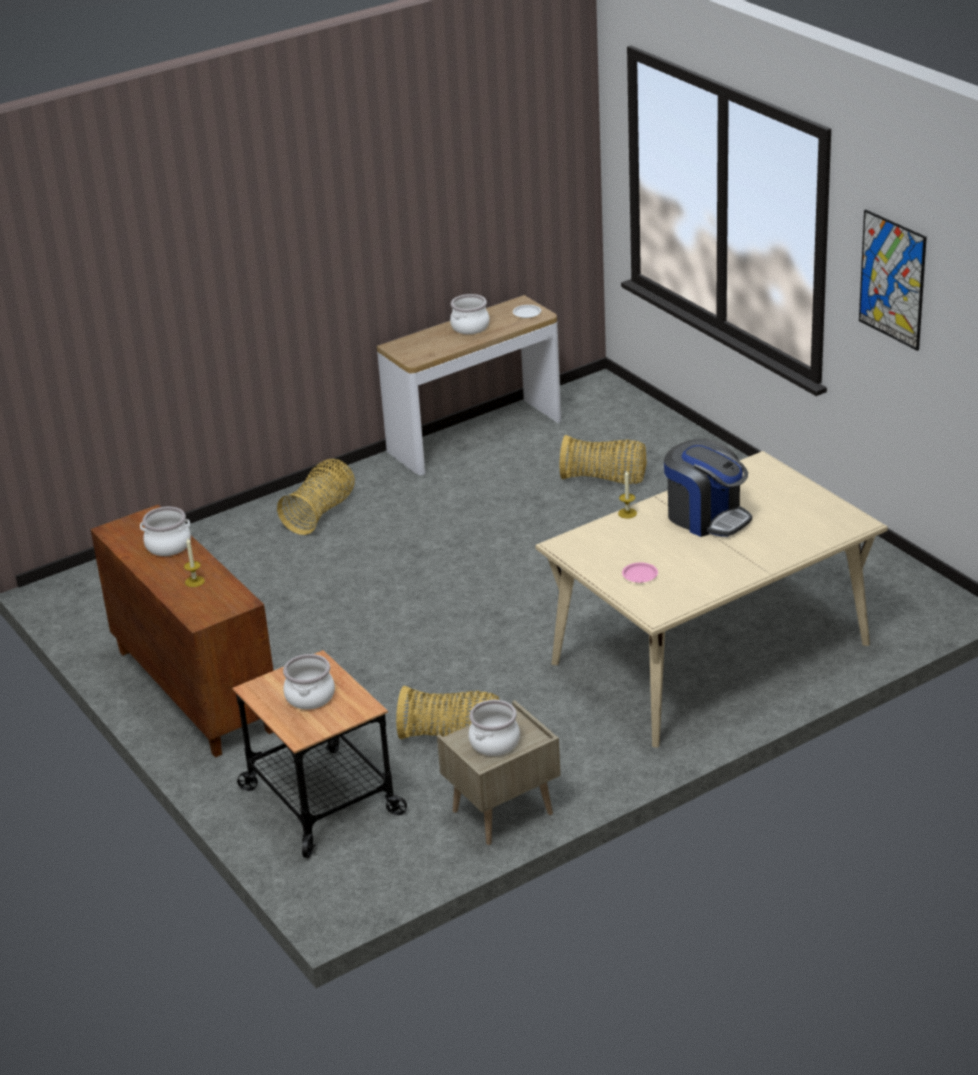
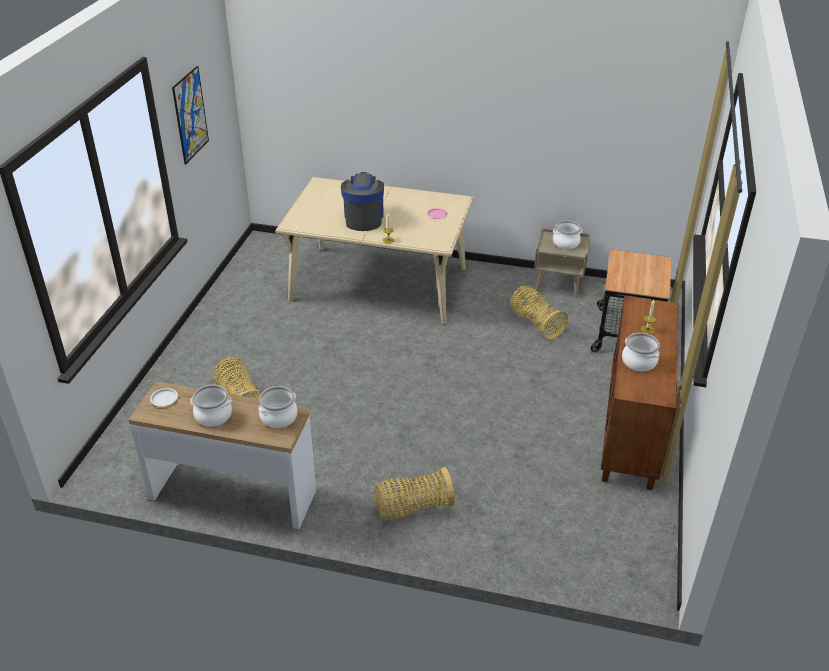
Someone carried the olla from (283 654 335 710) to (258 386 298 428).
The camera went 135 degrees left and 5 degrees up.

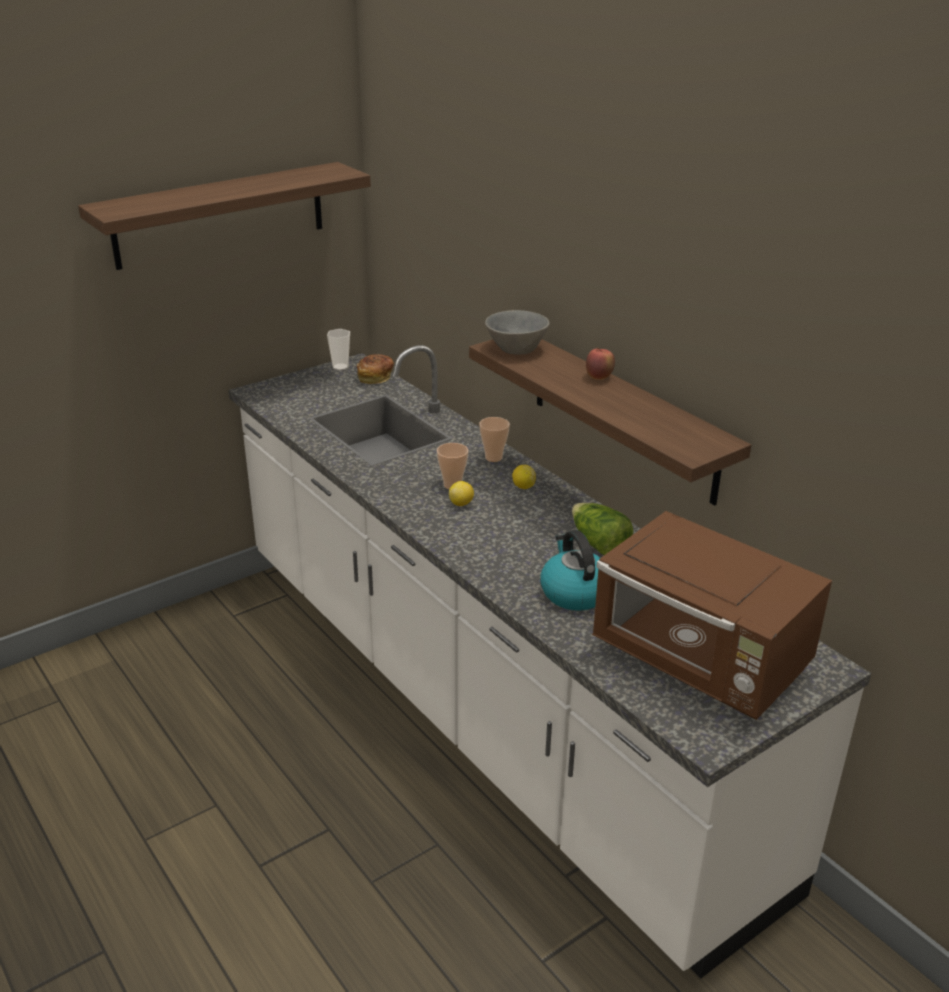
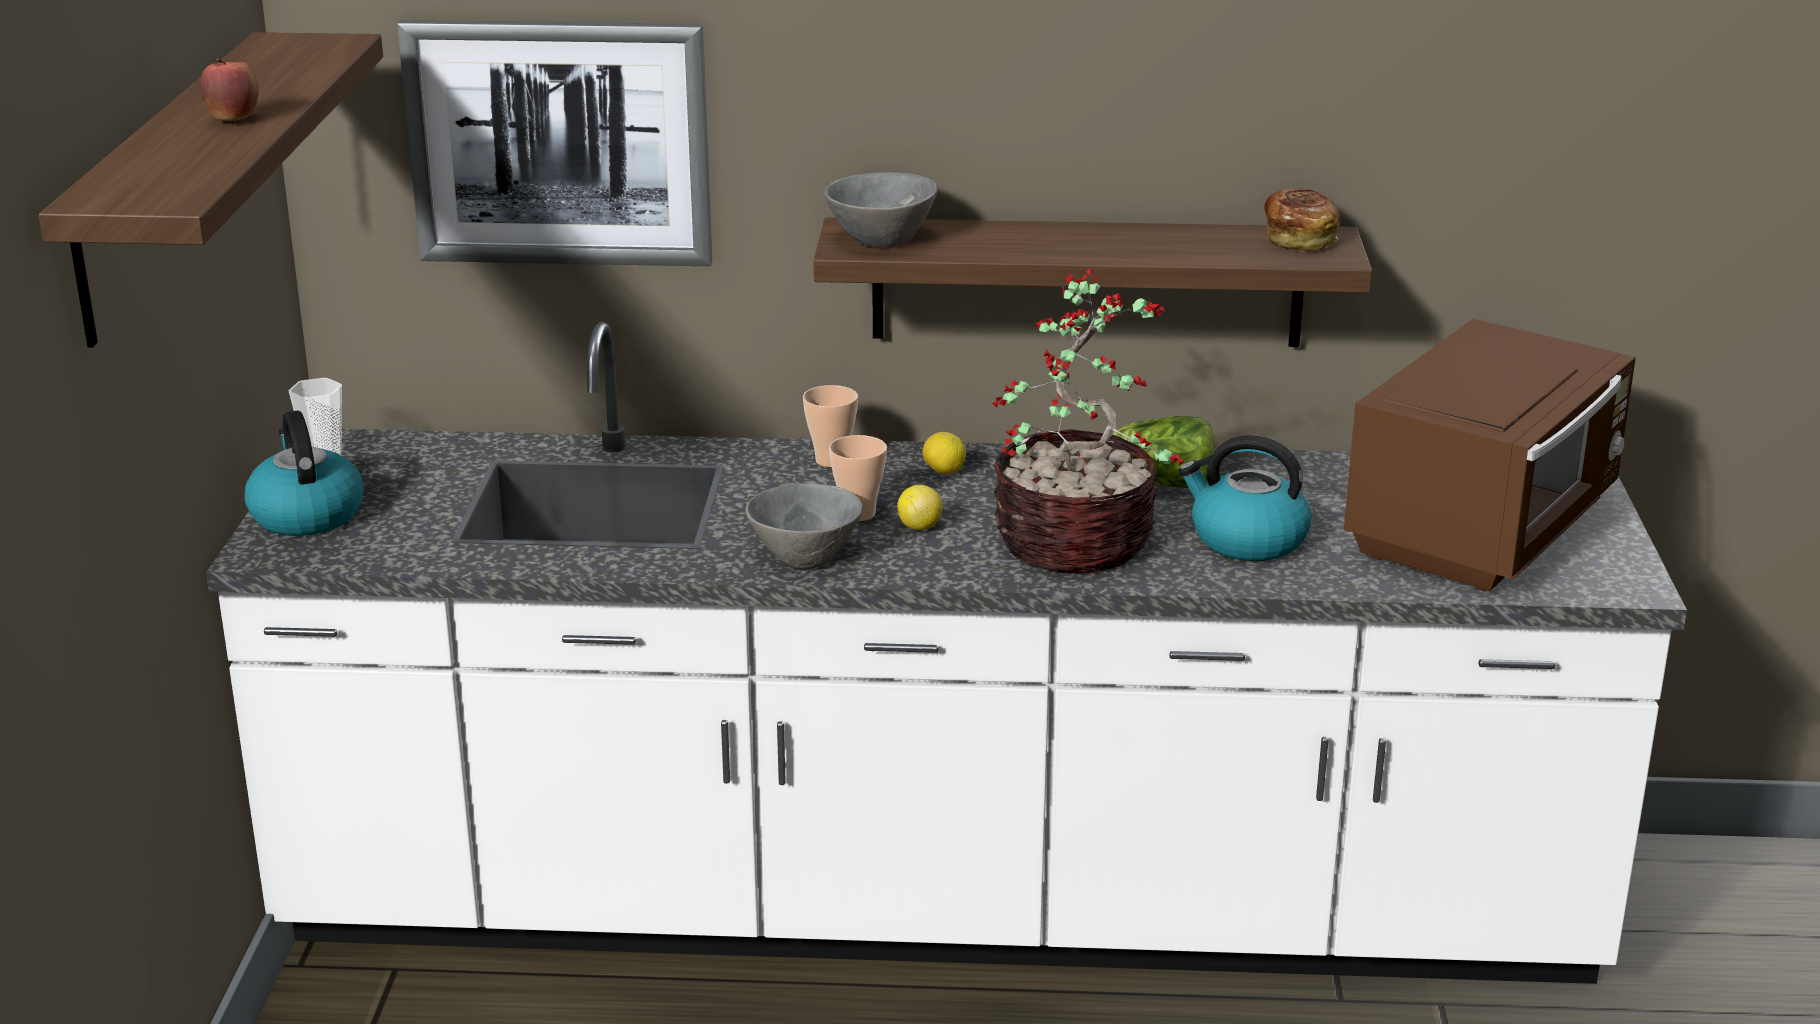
Someone carried the manzana from (586 347 615 380) to (200 58 259 121).
Someone carried the pan from (357 354 394 384) to (1264 188 1340 251).
Someone rotated the microondas (marrón) at (592 511 832 720) by 45 degrees counterclockwise.
Someone put up the cuadro at (397 20 712 266).
Someone put down the planta en maceta at (992 268 1185 574).
Someone put down the hervidor at (245 411 363 536).
Someone put down the cuenco (gris) at (746 483 863 569).
The camera went 50 degrees left and 5 degrees down.

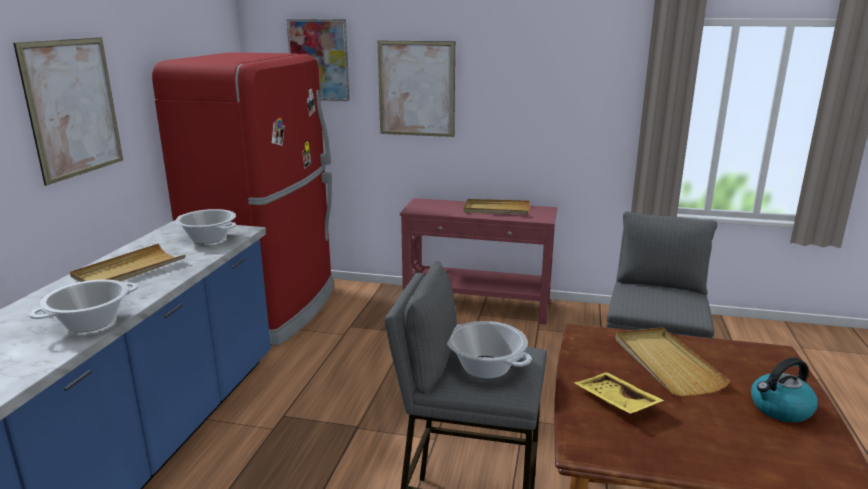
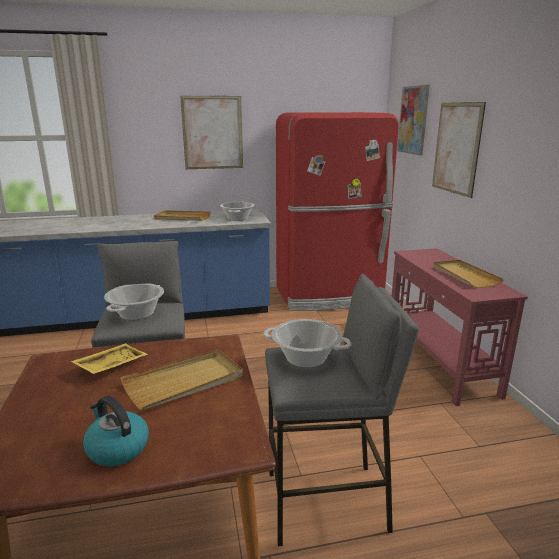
Someone carried the olla from (29 279 138 332) to (263 319 352 368).
The camera went 65 degrees right and 0 degrees up.

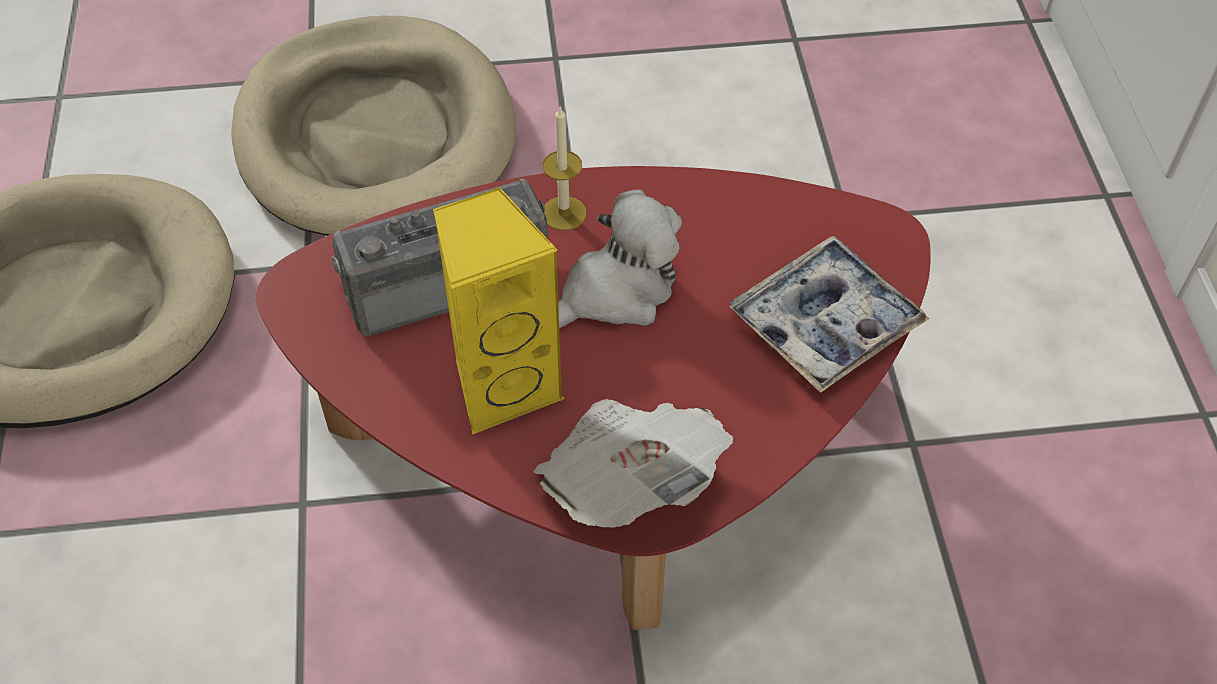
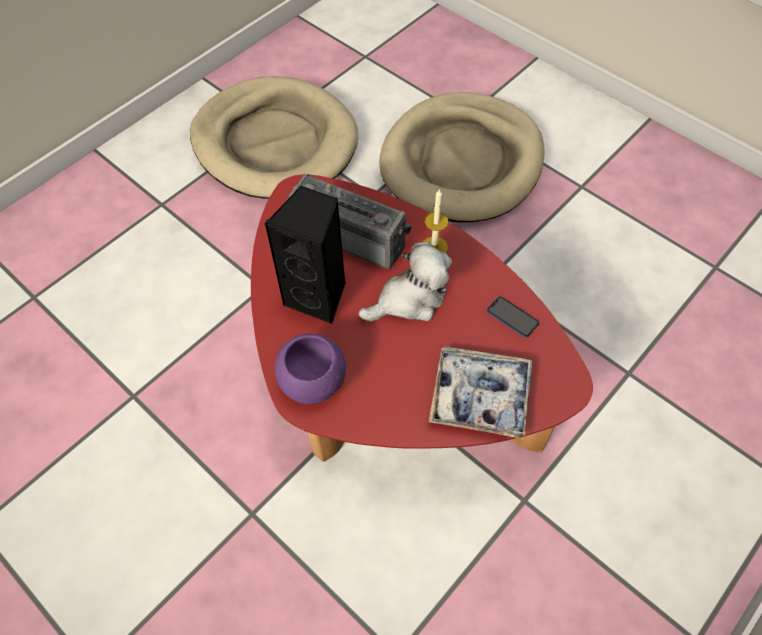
Someone repainted the altavoz (amarillo) at (433 187 564 434), which became the altavoz (negro) at (264 186 346 324).
Someone rotated the peluche at (558 189 682 328) by 45 degrees counterclockwise.
Someone swapped the periódico at (533 399 733 528) for the cuenco (morado) at (275 334 346 404).
Someone put down the móvil at (487 297 539 338).
The camera went 50 degrees right and 5 degrees up.

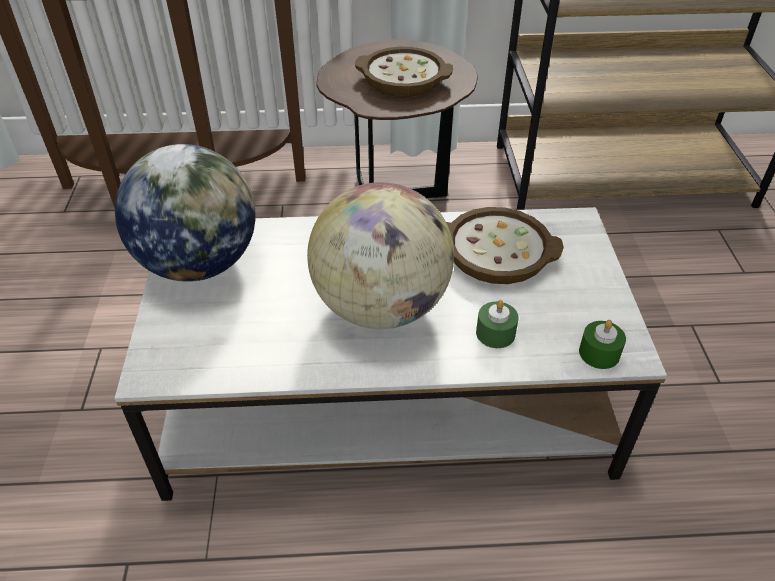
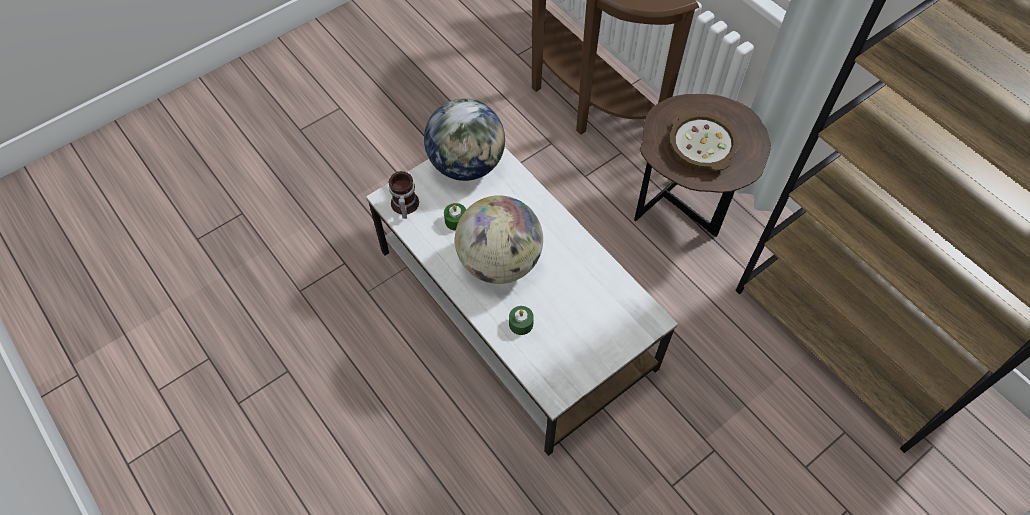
Someone took away the cuenco at (446 207 564 284).
Someone carried the vela (verde) from (579 320 626 369) to (444 203 466 230).
Someone put down the taza grande at (388 171 419 219).
The camera went 55 degrees right and 15 degrees up.

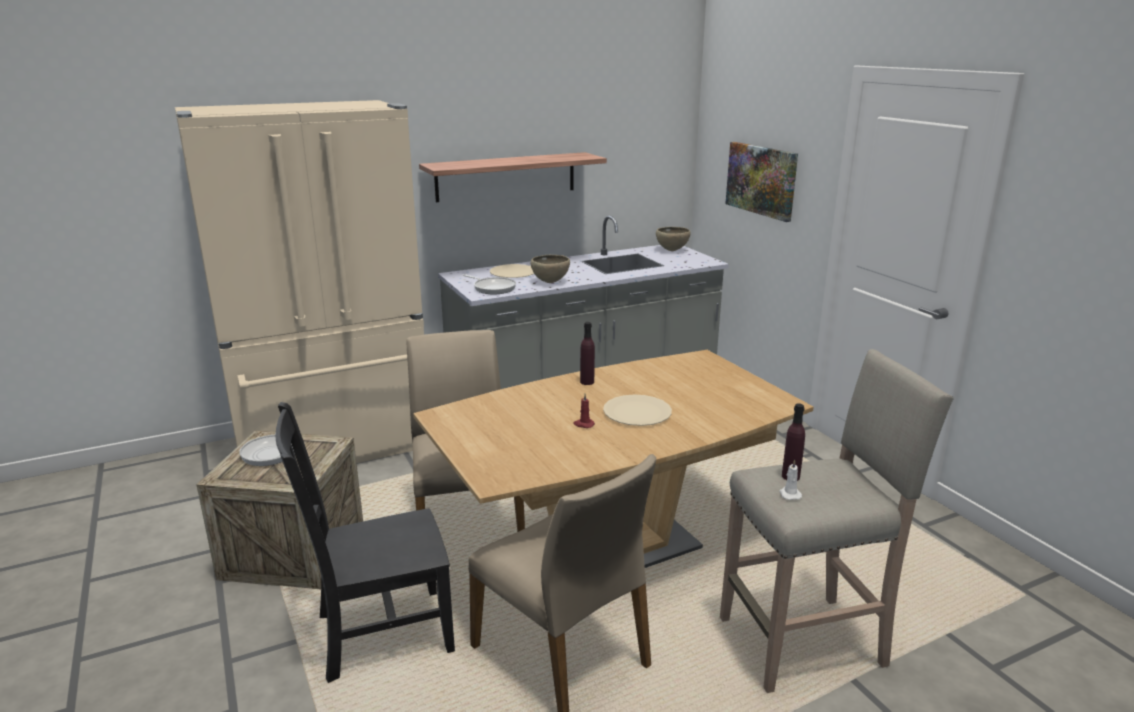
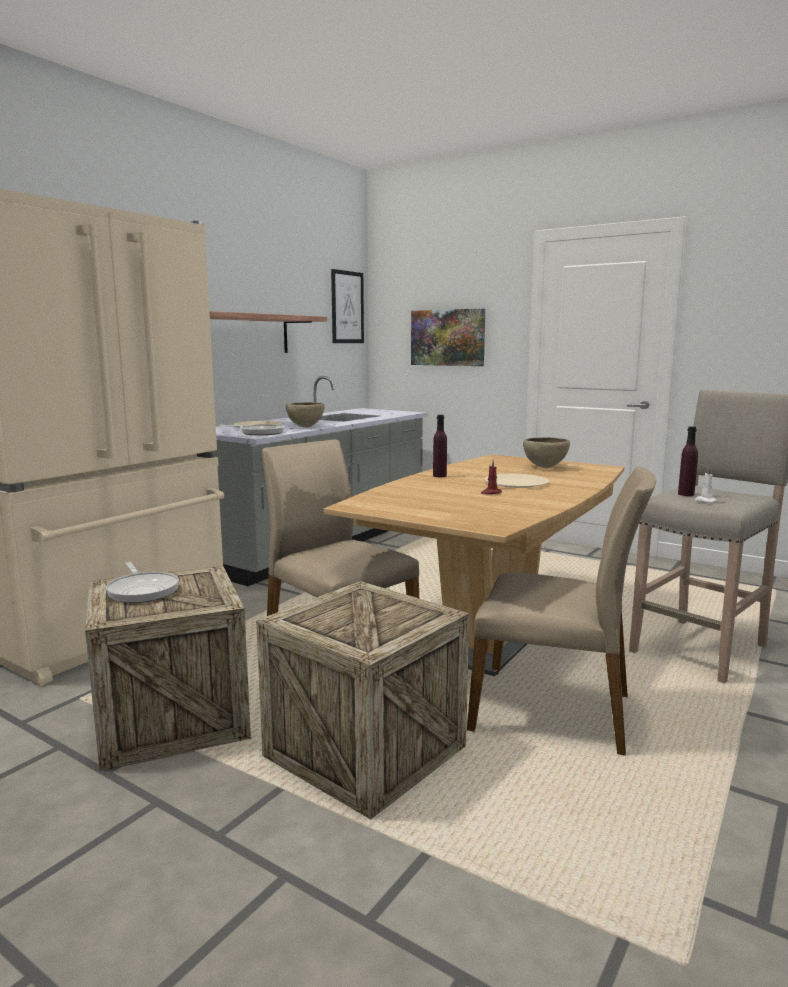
Someone carried the cuenco (marrón) from (656 227 691 251) to (523 437 570 468).
Someone swapped the silla (negro) at (275 402 455 683) for the caja de embalaje at (256 581 469 819).
Someone put up the cuadro at (331 269 364 343).
The camera went 30 degrees left and 10 degrees down.

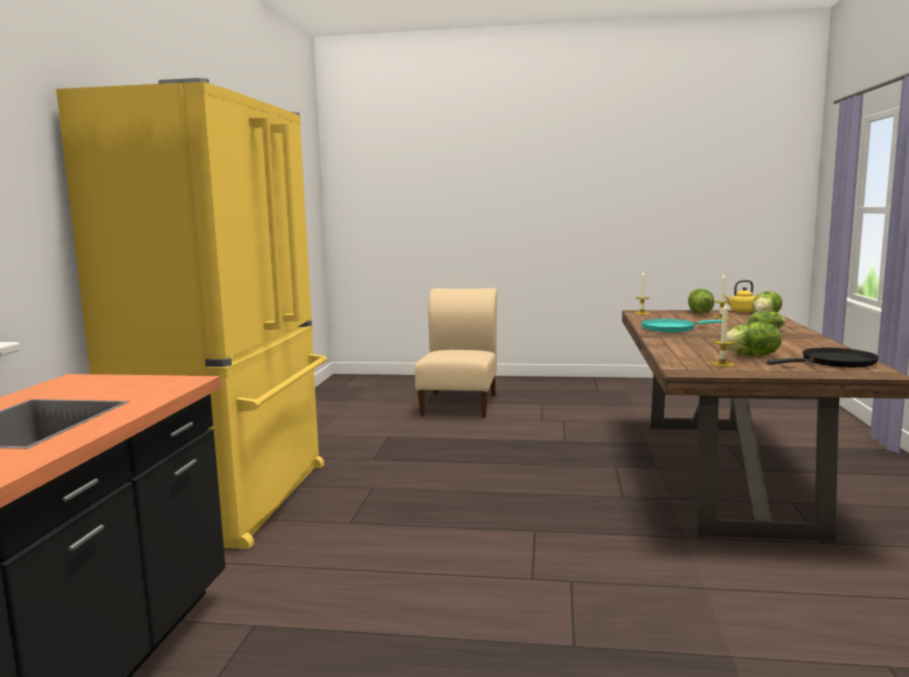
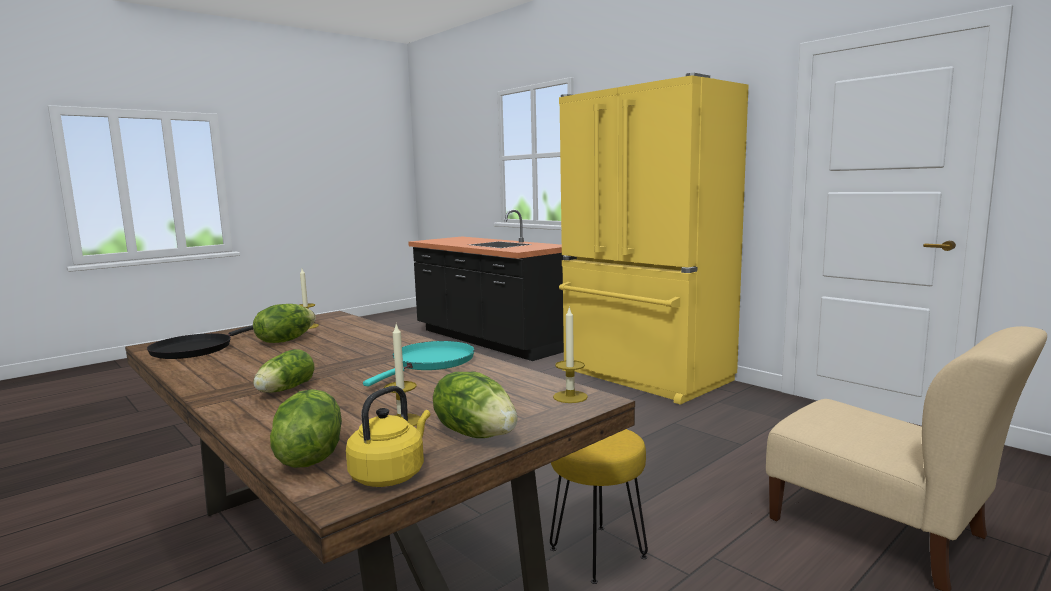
Someone put down the taburete (amarillo) at (550 429 648 584).
The camera went 130 degrees right and 0 degrees up.

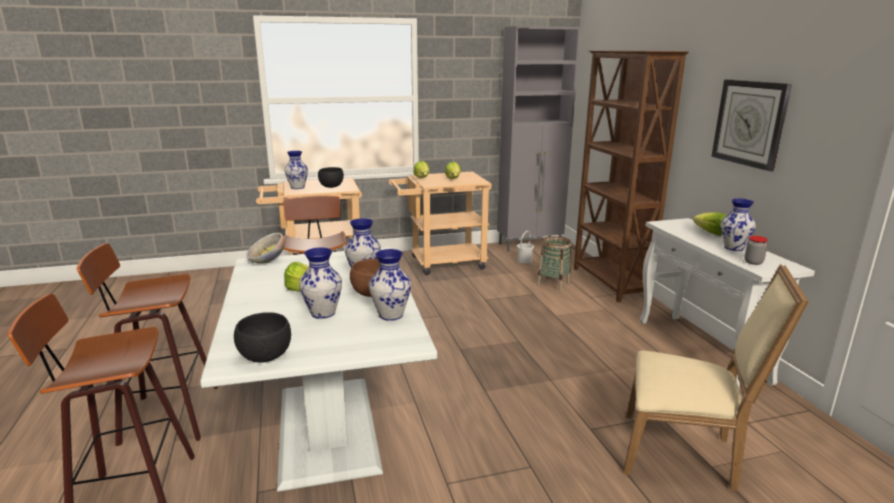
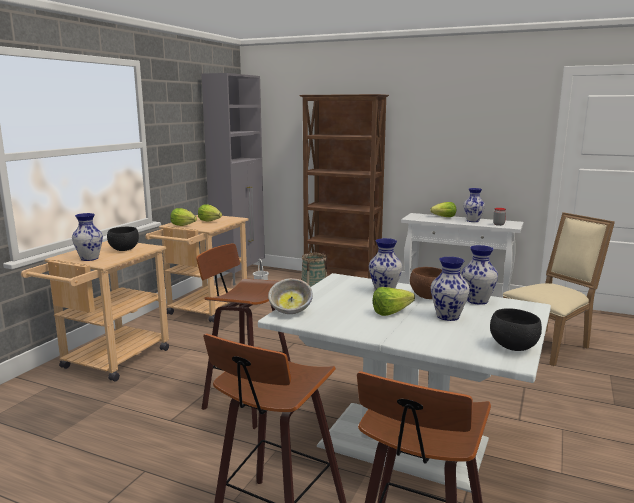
Someone took away the reloj de pared at (711 79 792 171).
The camera went 50 degrees left and 5 degrees down.

